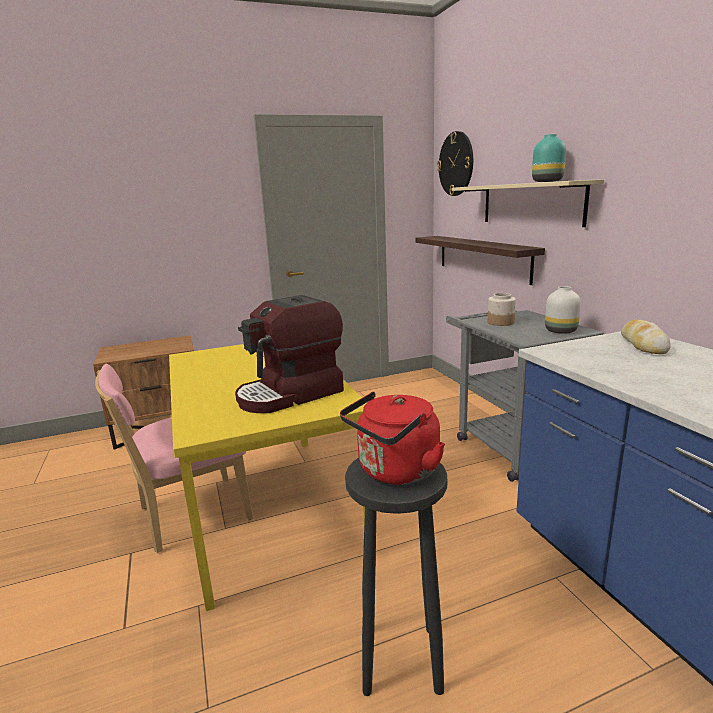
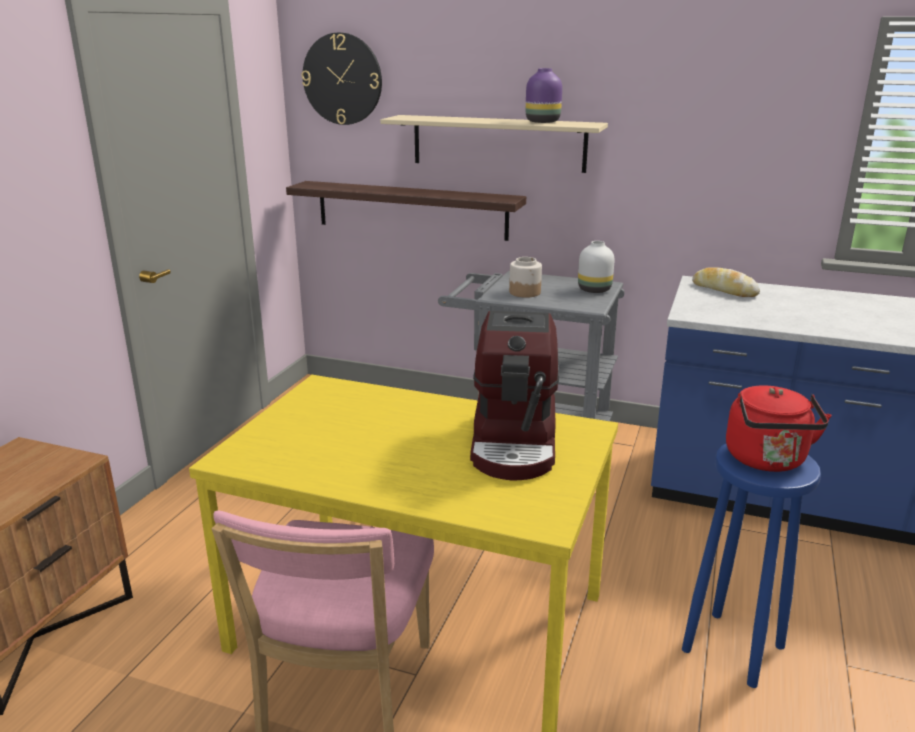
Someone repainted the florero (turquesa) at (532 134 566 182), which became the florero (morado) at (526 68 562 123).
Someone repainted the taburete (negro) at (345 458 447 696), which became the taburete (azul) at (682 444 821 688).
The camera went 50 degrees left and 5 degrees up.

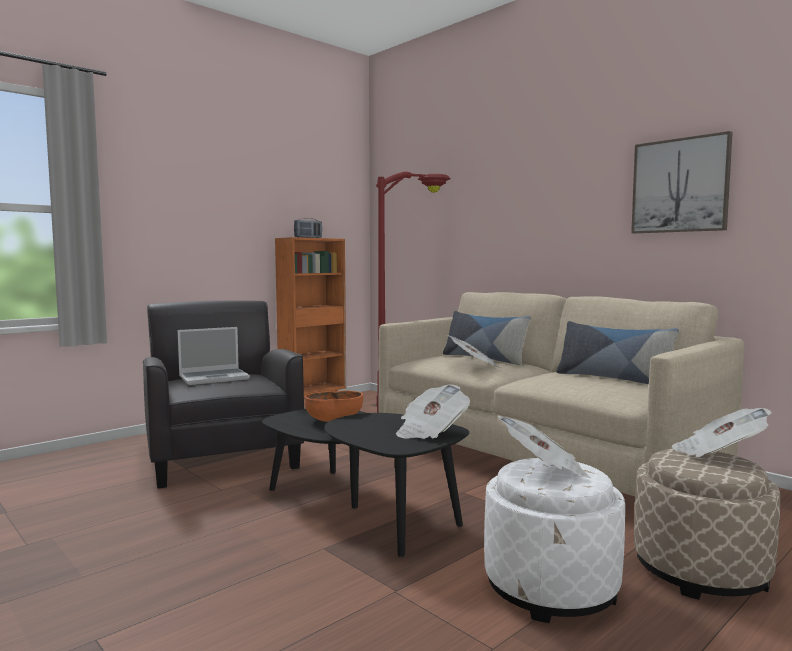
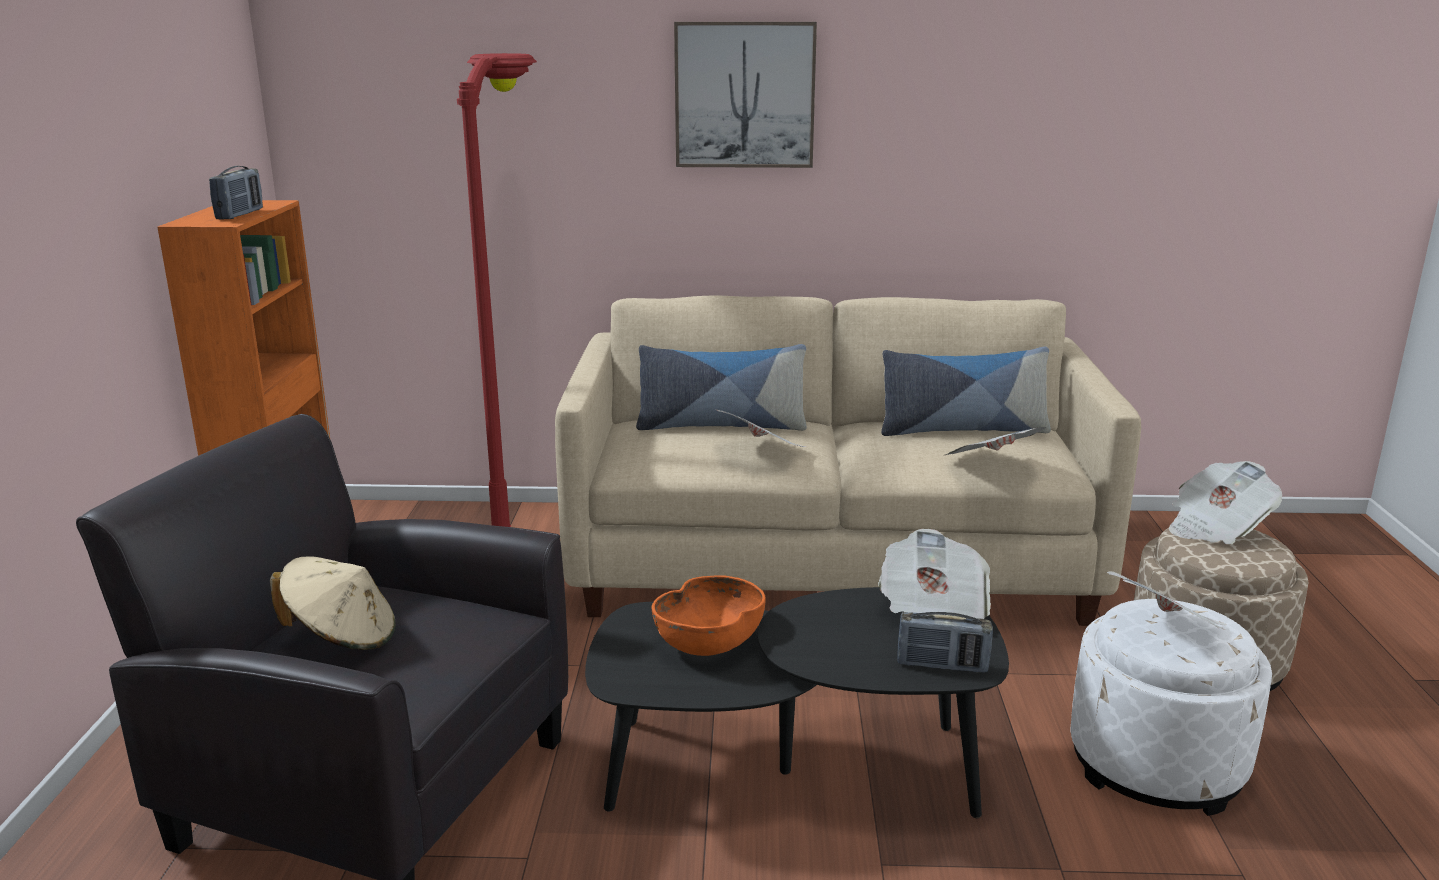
Someone carried the cuadro from (631 131 733 233) to (674 22 817 168).
Someone swapped the portátil at (178 327 250 385) for the sombrero (beis) at (270 556 395 650).
Someone put down the periódico at (946 427 1046 455).
Someone put down the radio at (897 612 993 673).
The camera went 45 degrees left and 15 degrees up.

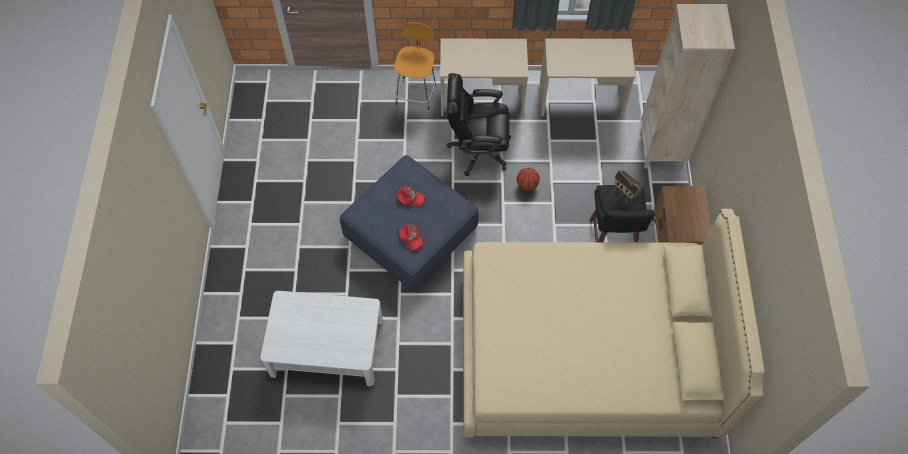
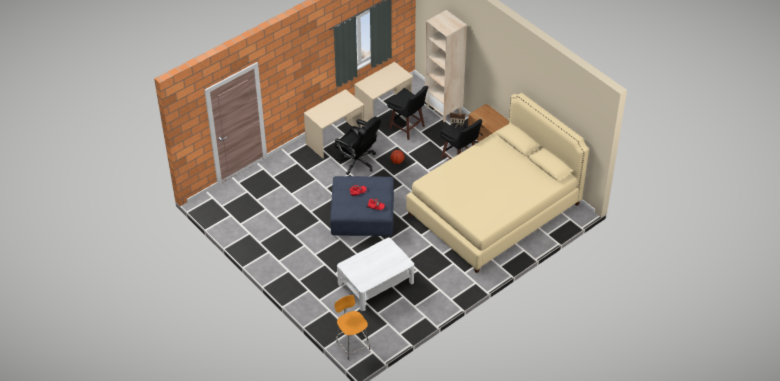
Someone carried the taburete (naranja) from (394 23 436 110) to (334 295 370 360).
Someone rotated the silla de oficina (negro) at (447 73 511 176) by 105 degrees counterclockwise.
Someone put down the taburete (negro) at (387 86 428 140).
The camera went 40 degrees left and 15 degrees down.

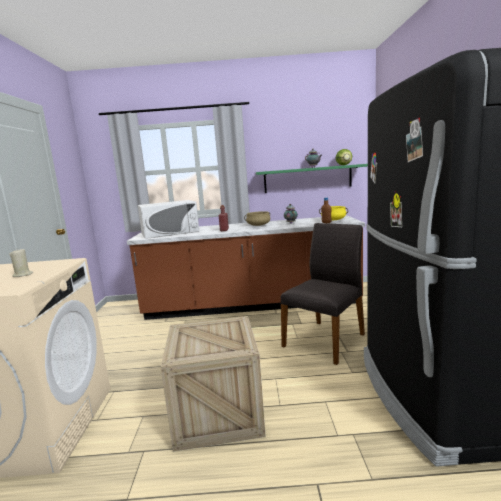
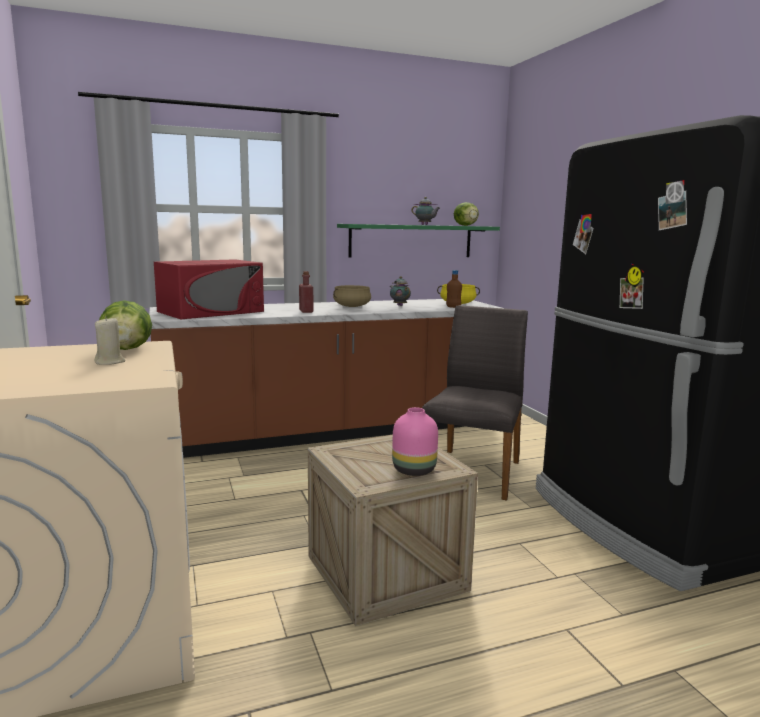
Someone repainted the microondas (blanco) at (138 200 200 239), which became the microondas (rojo) at (154 259 264 319).
Someone put down the lechuga at (99 300 152 350).
Someone put down the florero (rosa) at (392 407 438 476).
The camera went 20 degrees left and 0 degrees up.

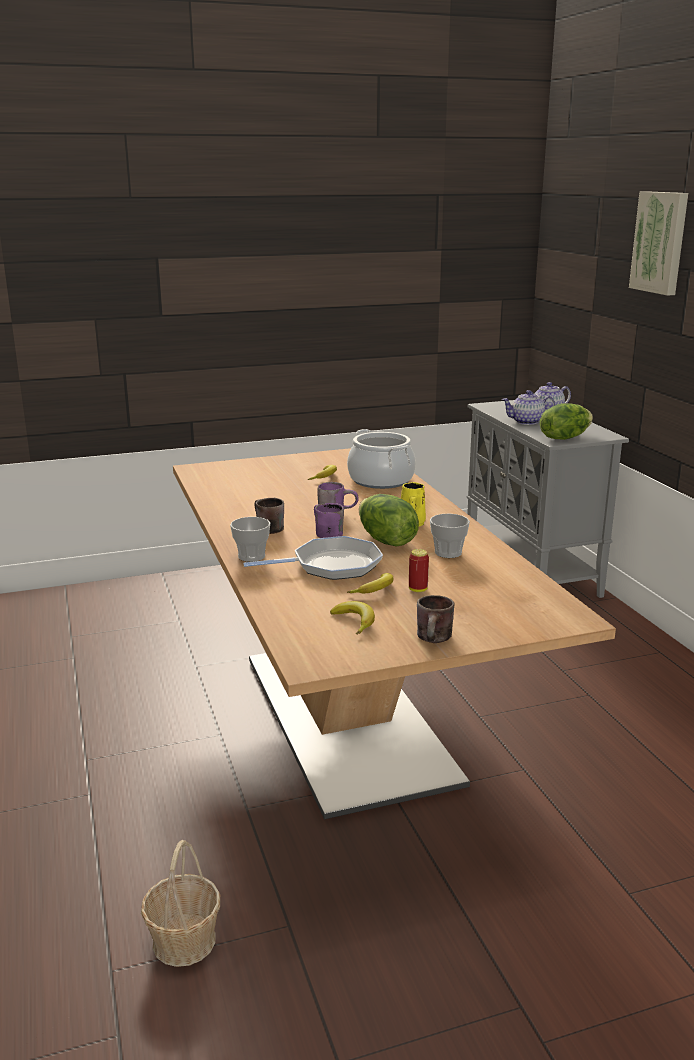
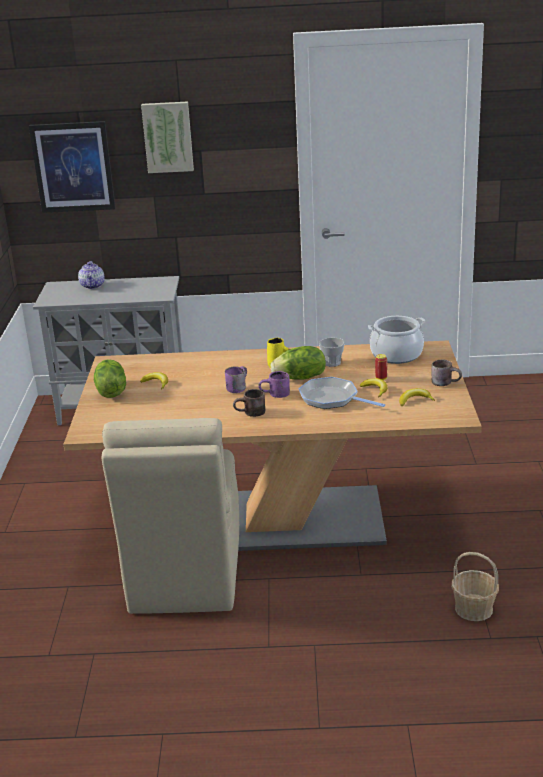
Someone took away the tetera at (502 390 555 425).
Someone carried the lechuga from (540 403 593 440) to (94 359 126 398).
Someone carried the olla from (347 429 416 489) to (368 316 426 364).
Someone took away the taza at (230 517 270 562).
Someone rotated the sartén at (243 536 383 580) by 60 degrees counterclockwise.
Someone put up the cuadro at (29 121 116 213).
Someone put down the silla (beis) at (102 418 239 614).
The camera went 70 degrees left and 5 degrees up.

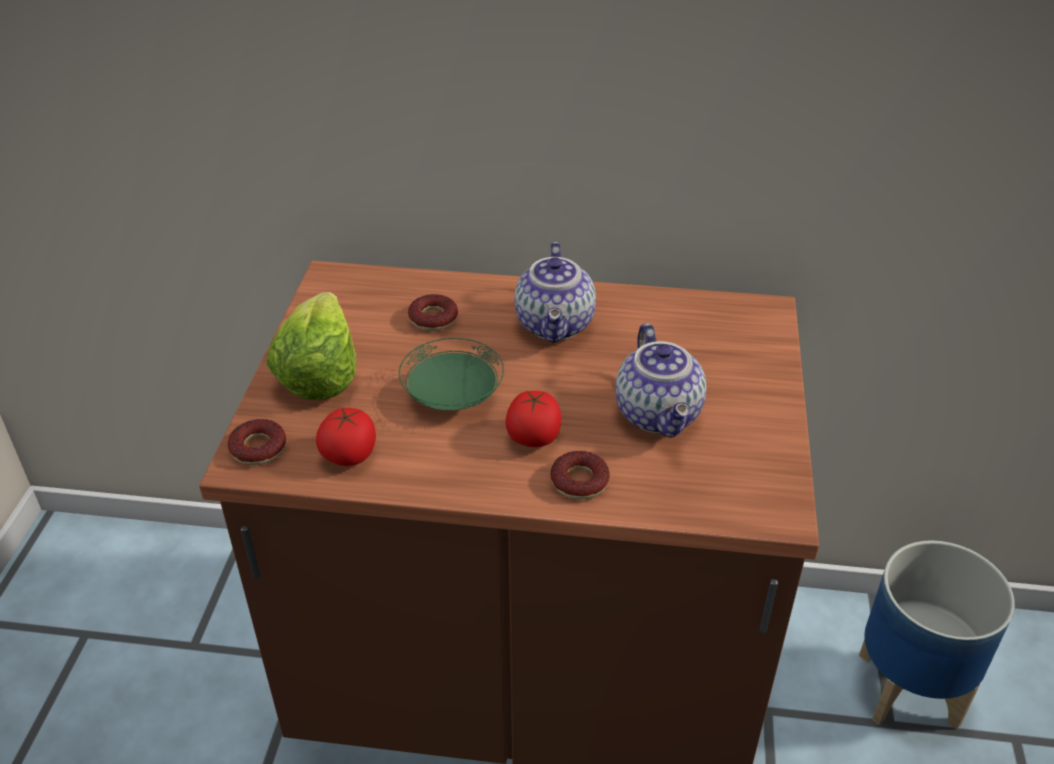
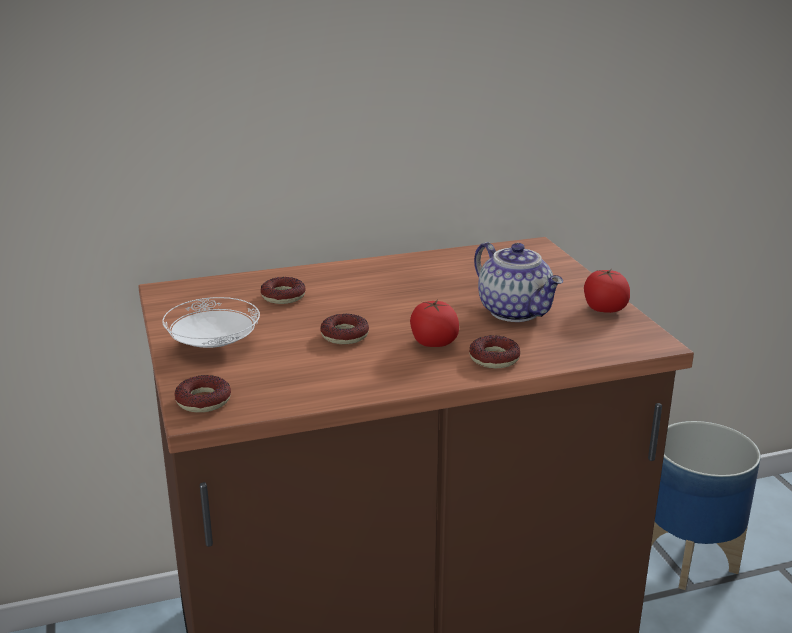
Someone took away the tetera at (515 242 596 343).
Someone swapped the lechuga at (267 292 356 400) for the plato (blanco) at (162 297 260 348).
Someone swapped the plato (verde) at (399 338 504 411) for the rosquilla at (320 314 369 344).
Someone carried the tomate from (316 407 376 466) to (584 269 630 313).
The camera went 25 degrees left and 15 degrees down.

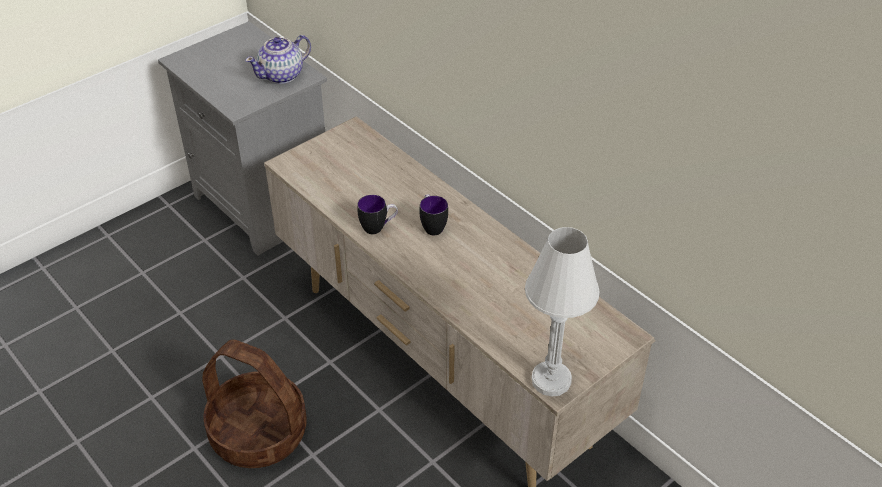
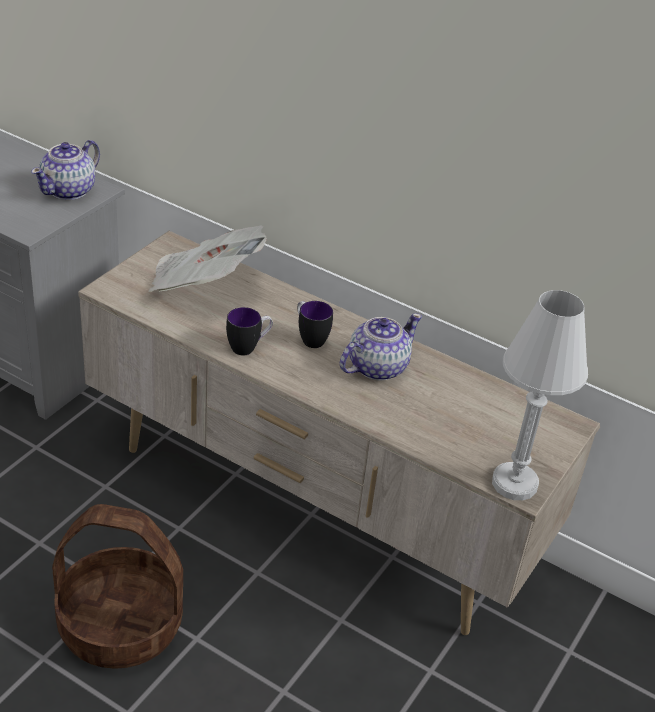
Someone put down the periódico at (149 226 267 292).
Someone put down the tetera at (340 313 422 381).
The camera went 20 degrees left and 5 degrees down.

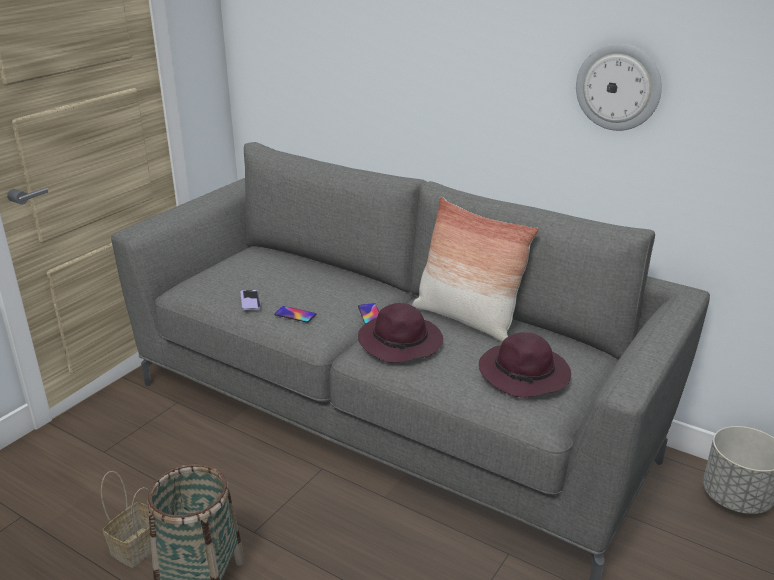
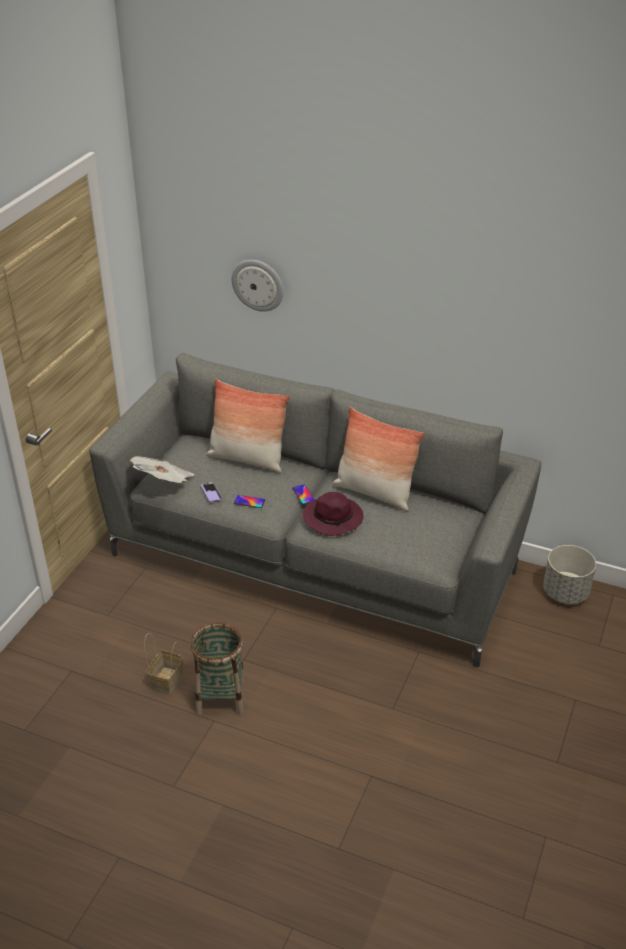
Someone carried the reloj de pared from (576 43 662 131) to (232 260 283 312).
Someone took away the sombrero (morado) at (479 332 571 397).
Someone put down the cojín at (206 379 290 472).
Someone put down the periódico at (130 456 195 483).
The camera went 10 degrees left and 10 degrees up.

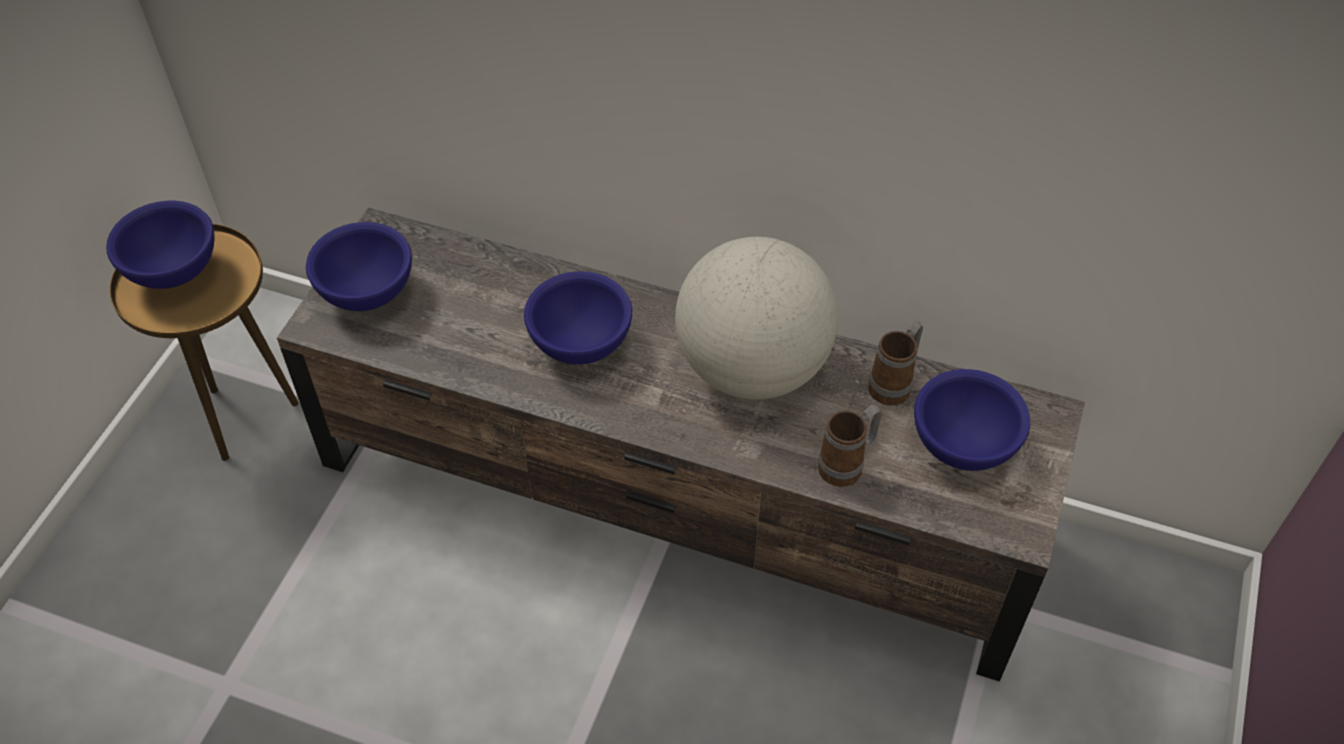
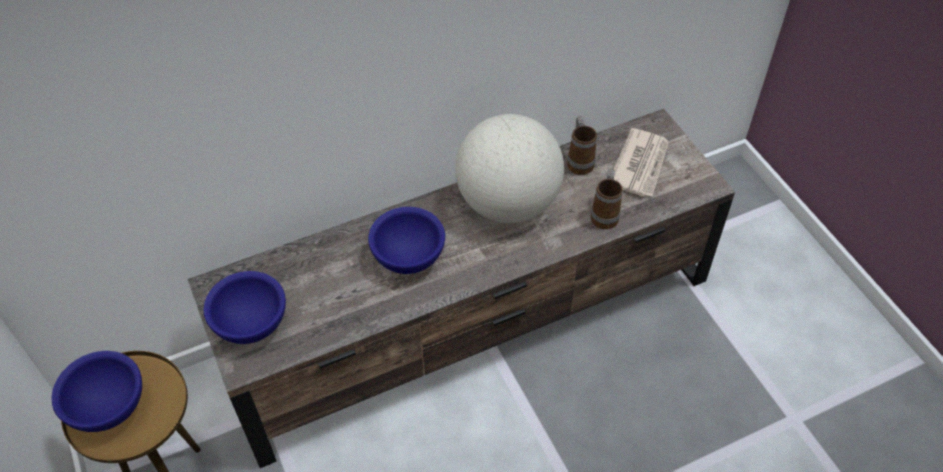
Someone swapped the cuenco (azul) at (914 369 1030 471) for the periódico at (613 128 669 197).
The camera went 45 degrees left and 0 degrees up.

